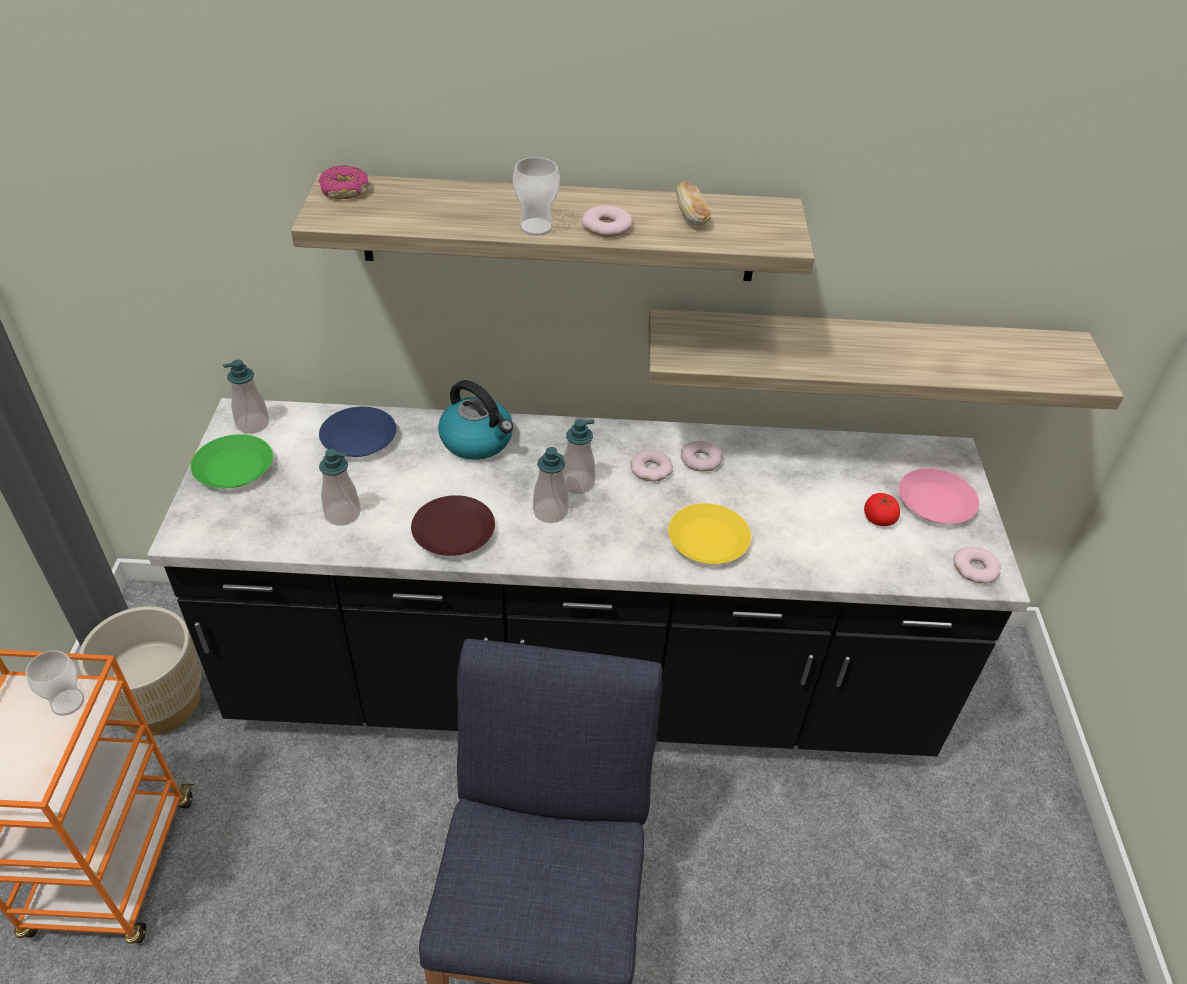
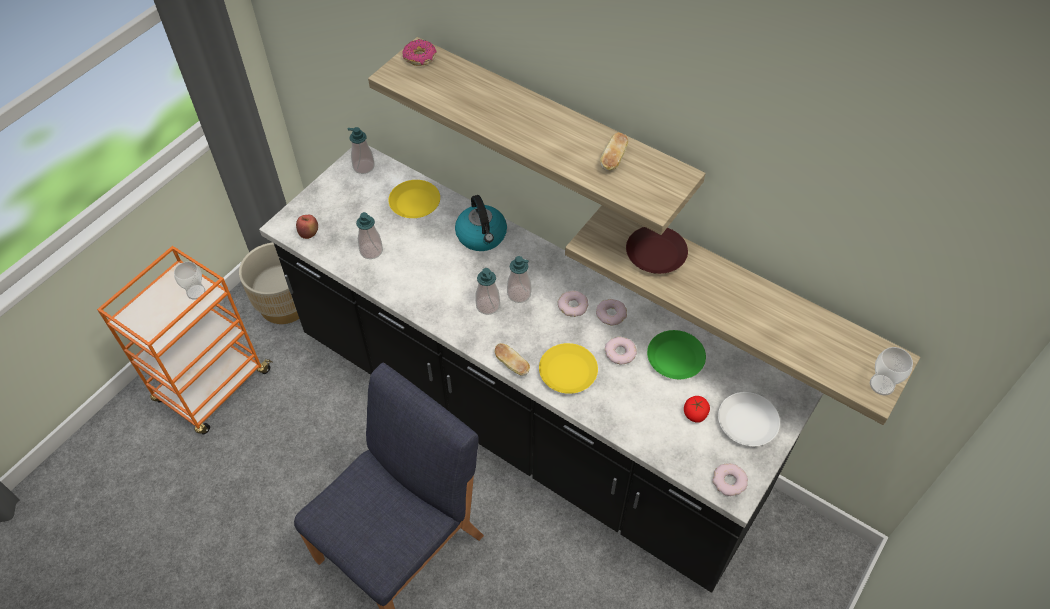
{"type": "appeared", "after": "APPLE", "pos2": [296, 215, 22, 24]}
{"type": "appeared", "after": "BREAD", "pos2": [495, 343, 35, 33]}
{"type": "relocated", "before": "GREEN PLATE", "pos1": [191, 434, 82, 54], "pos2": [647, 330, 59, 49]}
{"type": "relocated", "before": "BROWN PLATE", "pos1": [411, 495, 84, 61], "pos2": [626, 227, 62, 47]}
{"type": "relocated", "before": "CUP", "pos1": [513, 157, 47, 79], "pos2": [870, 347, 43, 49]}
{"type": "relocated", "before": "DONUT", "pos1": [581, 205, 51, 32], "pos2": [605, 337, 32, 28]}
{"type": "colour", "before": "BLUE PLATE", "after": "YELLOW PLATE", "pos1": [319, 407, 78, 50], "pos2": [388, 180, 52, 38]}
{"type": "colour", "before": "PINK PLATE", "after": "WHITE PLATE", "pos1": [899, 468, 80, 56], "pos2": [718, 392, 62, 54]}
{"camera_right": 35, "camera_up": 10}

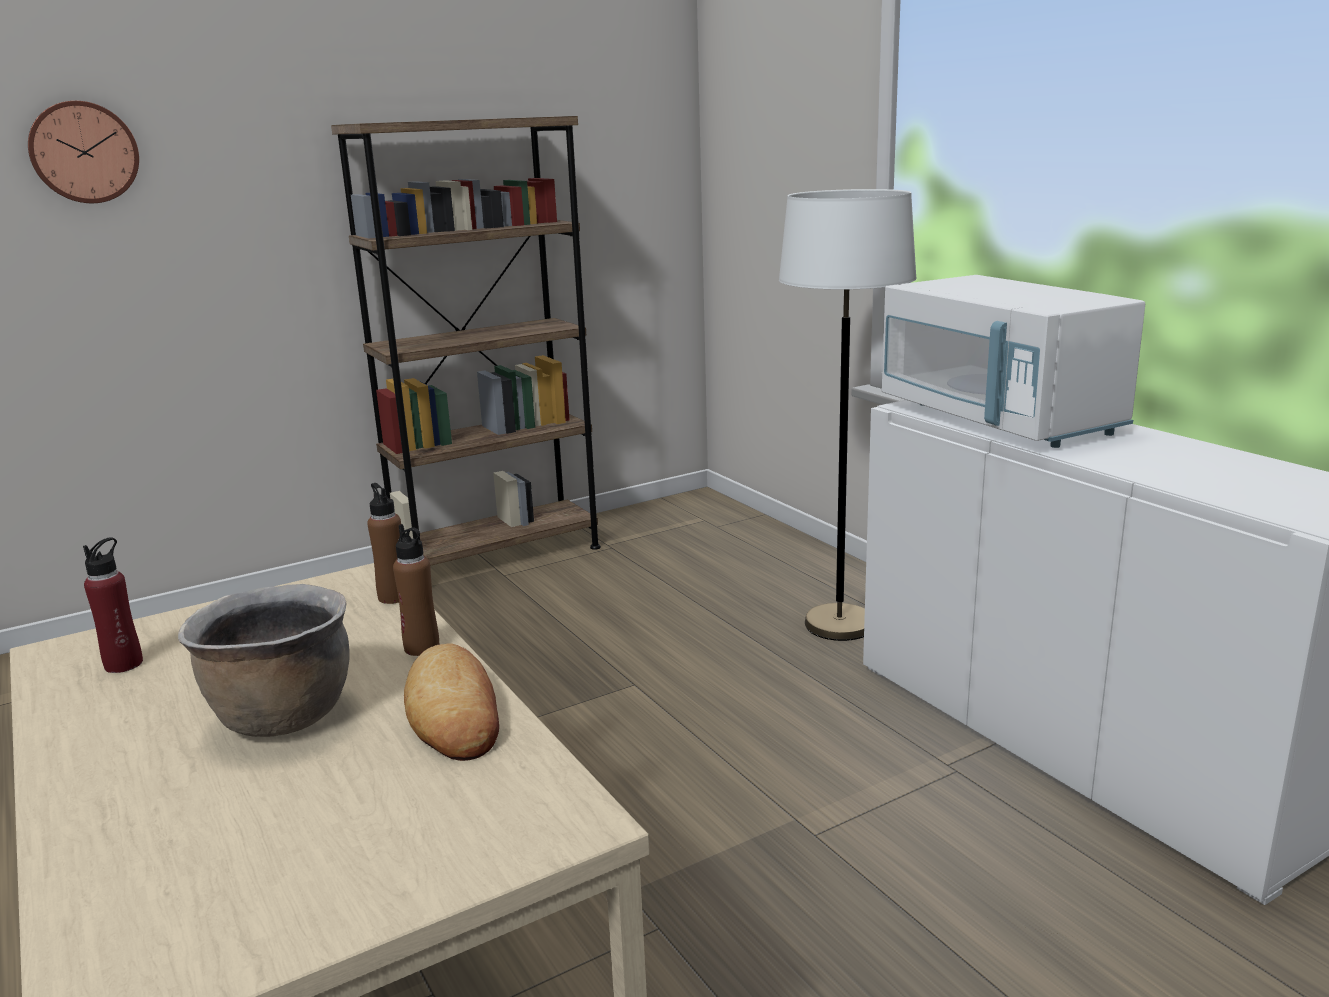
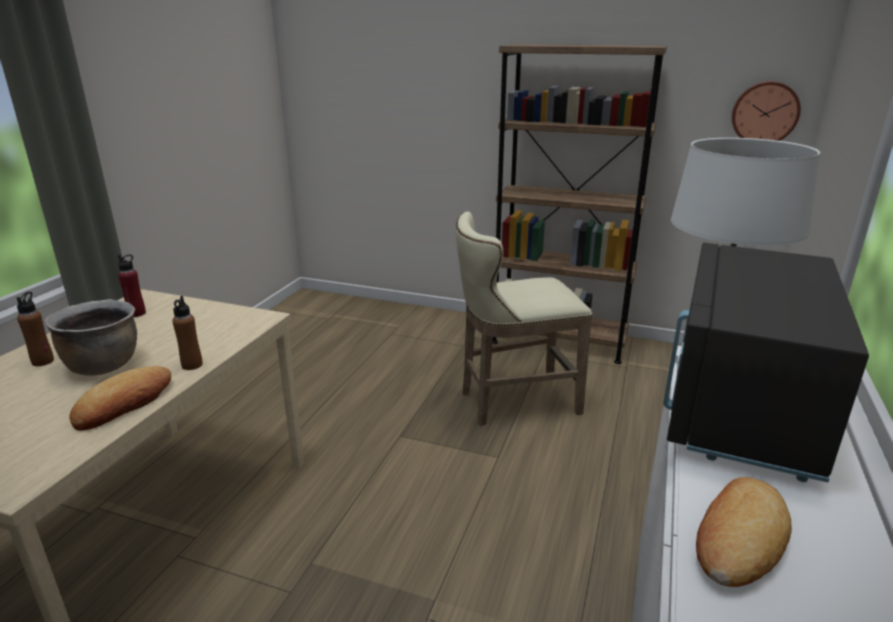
{"type": "appeared", "after": "BEIGE STOOL", "pos2": [456, 211, 137, 215]}
{"type": "appeared", "after": "BREAD", "pos2": [696, 477, 96, 110]}
{"type": "relocated", "before": "WALL CLOCK", "pos1": [28, 101, 111, 102], "pos2": [732, 81, 69, 60]}
{"type": "relocated", "before": "BROWN BOTTLE", "pos1": [367, 483, 34, 121], "pos2": [17, 292, 37, 74]}
{"type": "colour", "before": "WHITE MICROWAVE", "after": "BLACK MICROWAVE", "pos1": [882, 275, 263, 173], "pos2": [664, 243, 205, 239]}
{"camera_right": 50, "camera_up": 5}

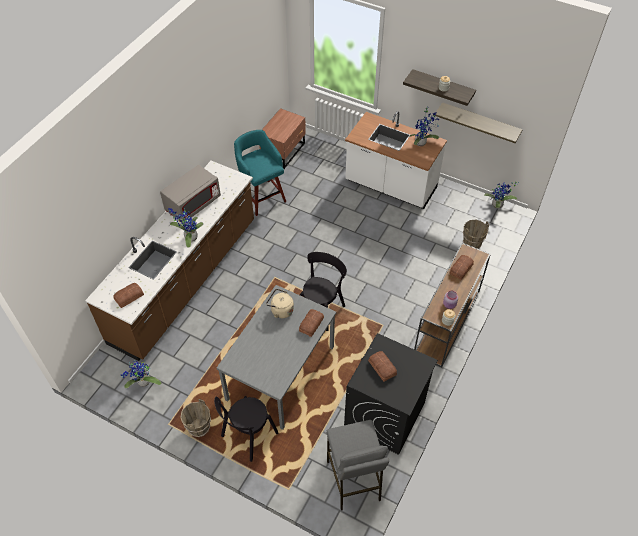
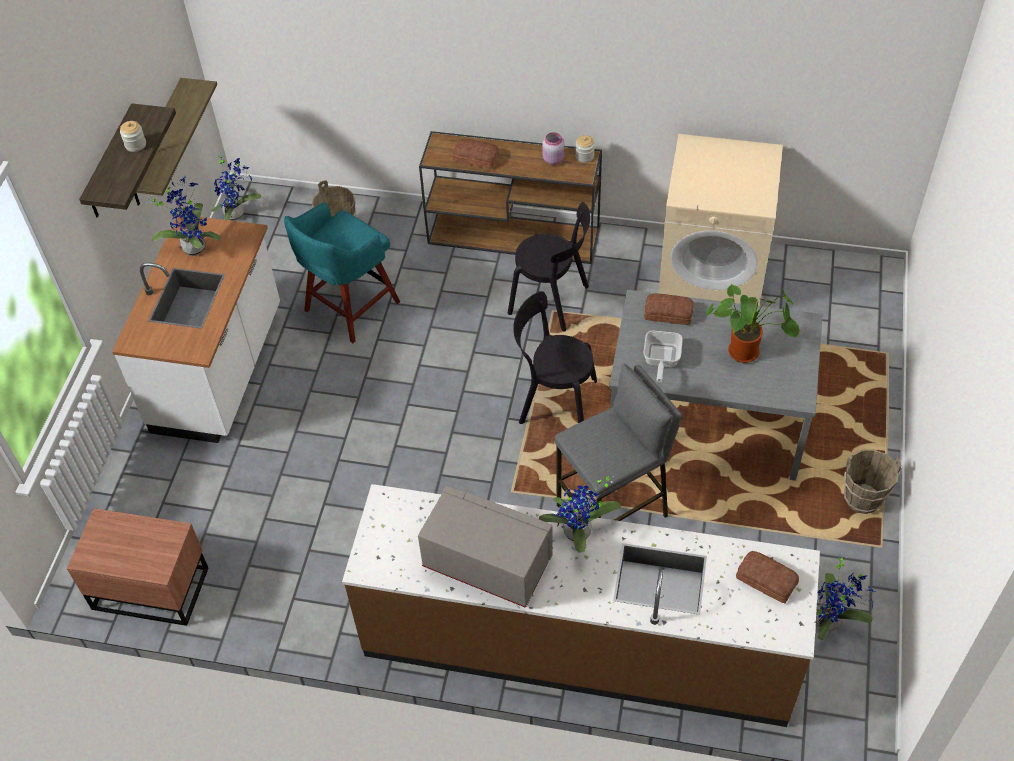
{"type": "missing", "before": "BREAD", "pos1": [368, 351, 29, 31]}
{"type": "appeared", "after": "POTTED PLANT", "pos2": [706, 284, 94, 79]}
{"type": "relocated", "before": "BLACK CHAIR", "pos1": [214, 396, 64, 66], "pos2": [508, 202, 82, 130]}
{"type": "relocated", "before": "TURQUOISE STOOL", "pos1": [234, 130, 52, 86], "pos2": [284, 203, 116, 140]}
{"type": "relocated", "before": "GREY STOOL", "pos1": [327, 420, 62, 91], "pos2": [554, 364, 128, 157]}
{"type": "exchanged", "before": "BEIGE KETTLE", "after": "FRYING PAN", "pos1": [266, 289, 28, 29], "pos2": [643, 331, 40, 53]}
{"type": "colour", "before": "BLACK WASHING MACHINE", "after": "BEIGE WASHING MACHINE", "pos1": [344, 333, 94, 122], "pos2": [658, 134, 125, 172]}
{"camera_right": -105, "camera_up": 0}

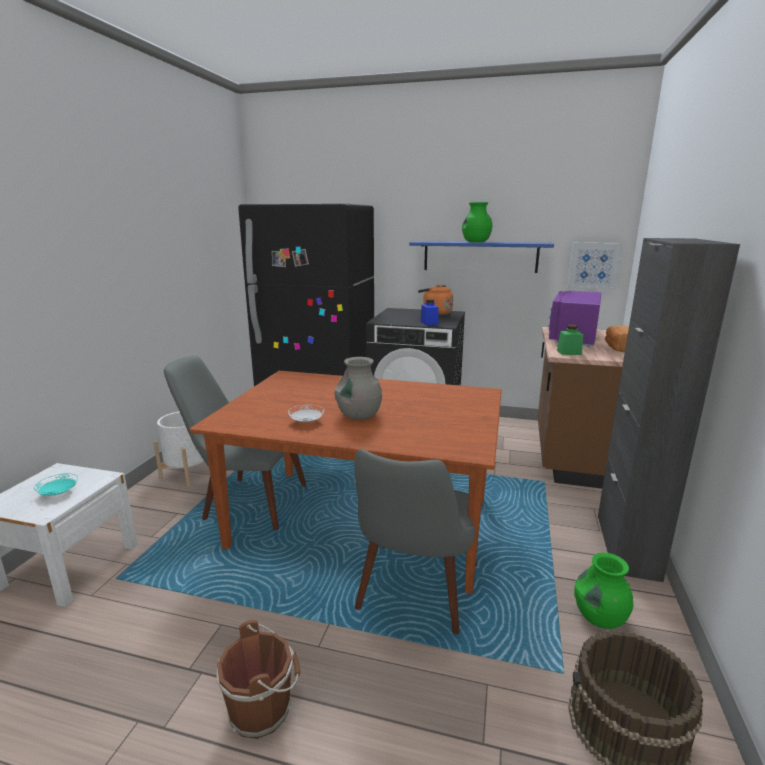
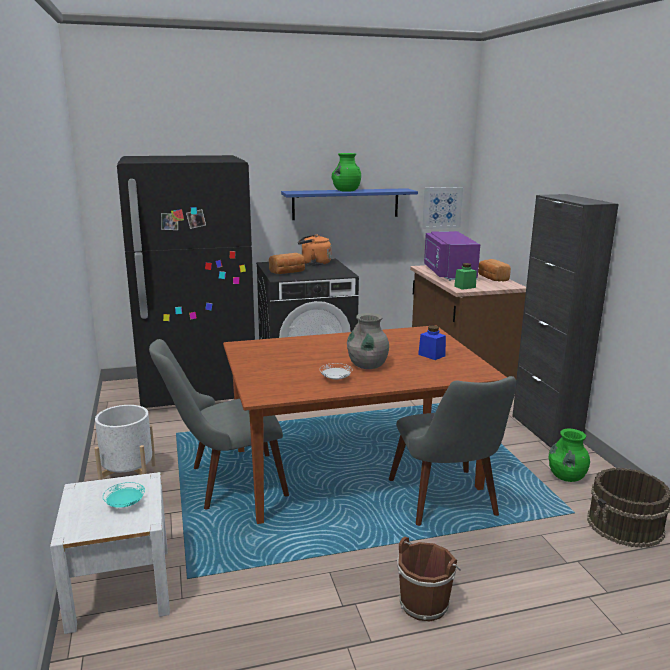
{"type": "appeared", "after": "BREAD", "pos2": [269, 253, 36, 21]}
{"type": "relocated", "before": "BLUE JAR", "pos1": [421, 299, 18, 26], "pos2": [418, 326, 28, 34]}
{"camera_right": -30, "camera_up": 0}

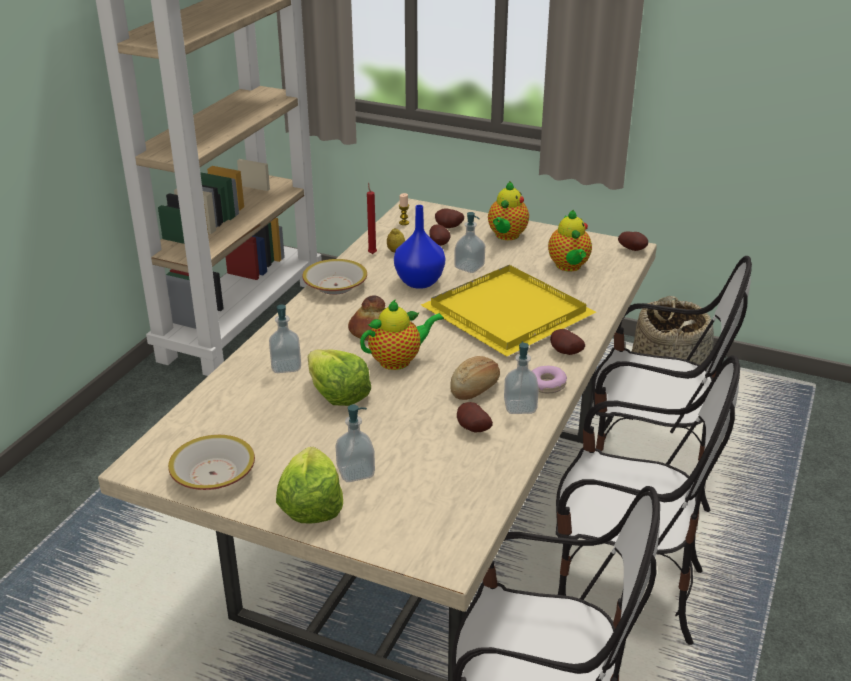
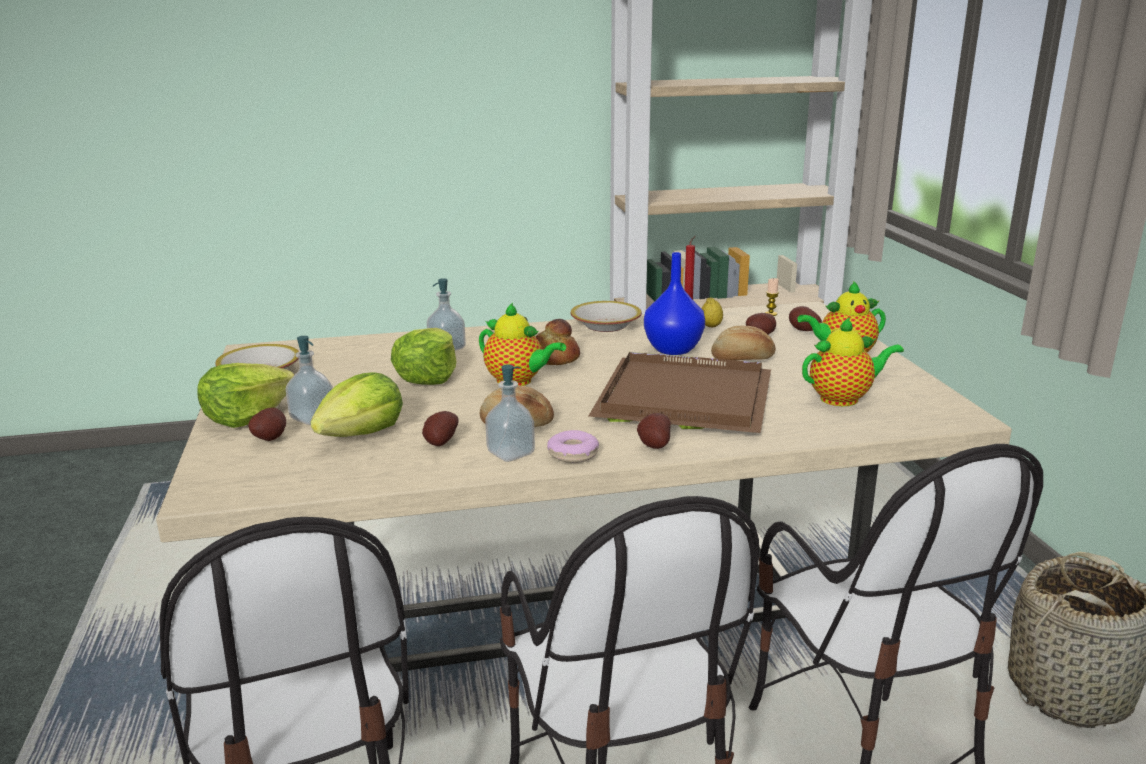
{"type": "appeared", "after": "LETTUCE", "pos2": [310, 372, 93, 65]}
{"type": "relocated", "before": "POTATO", "pos1": [618, 231, 30, 20], "pos2": [248, 408, 38, 33]}
{"type": "exchanged", "before": "SOAP DISPENSER", "after": "BREAD", "pos1": [454, 212, 31, 61], "pos2": [711, 326, 65, 34]}
{"type": "colour", "before": "YELLOW TRAY", "after": "BROWN TRAY", "pos1": [421, 265, 175, 92], "pos2": [589, 352, 182, 81]}
{"type": "spun", "before": "TEAPOT", "pos1": [548, 210, 44, 61], "pos2": [802, 317, 102, 89], "turn": -150}
{"camera_right": 55, "camera_up": -10}

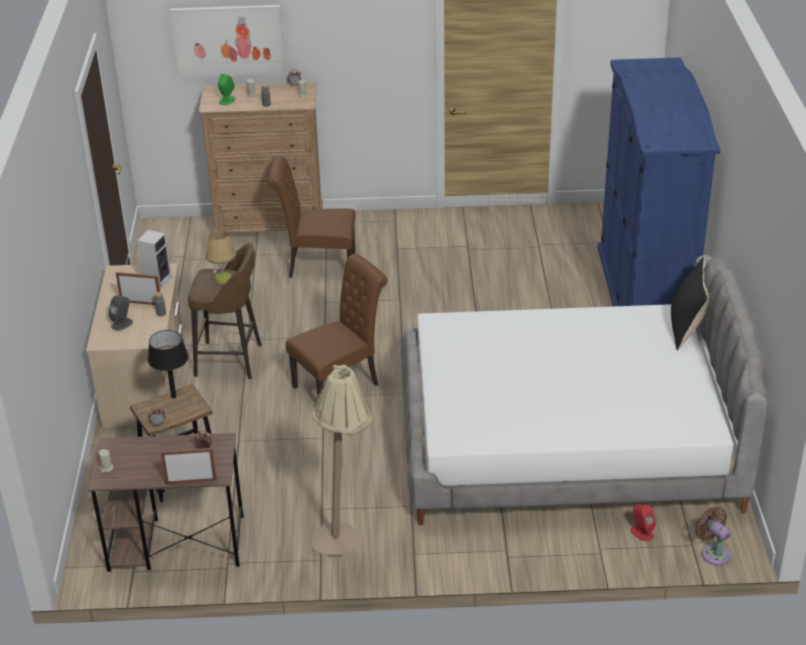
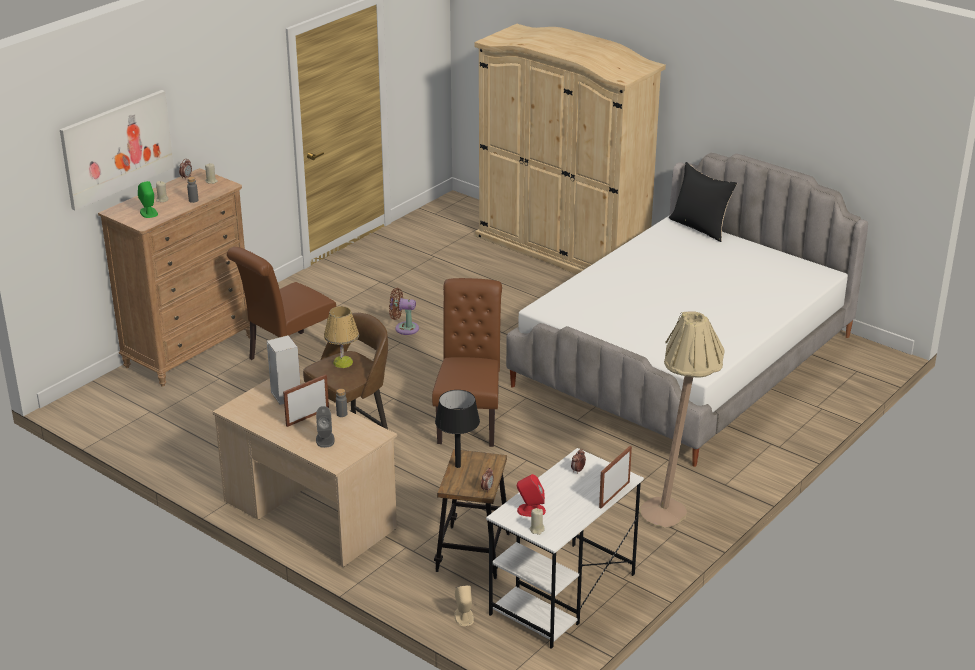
{"type": "relocated", "before": "RED SPEAKER", "pos1": [631, 504, 25, 37], "pos2": [517, 474, 29, 43]}
{"type": "relocated", "before": "BROWN FAN", "pos1": [695, 507, 36, 59], "pos2": [389, 288, 30, 47]}
{"type": "colour", "before": "BROWN DESK", "after": "WHITE DESK", "pos1": [88, 433, 156, 139], "pos2": [486, 448, 158, 201]}
{"type": "colour", "before": "BLUE WARDROBE", "after": "BEIGE WARDROBE", "pos1": [597, 57, 124, 249], "pos2": [474, 24, 192, 251]}
{"camera_right": -50, "camera_up": -5}

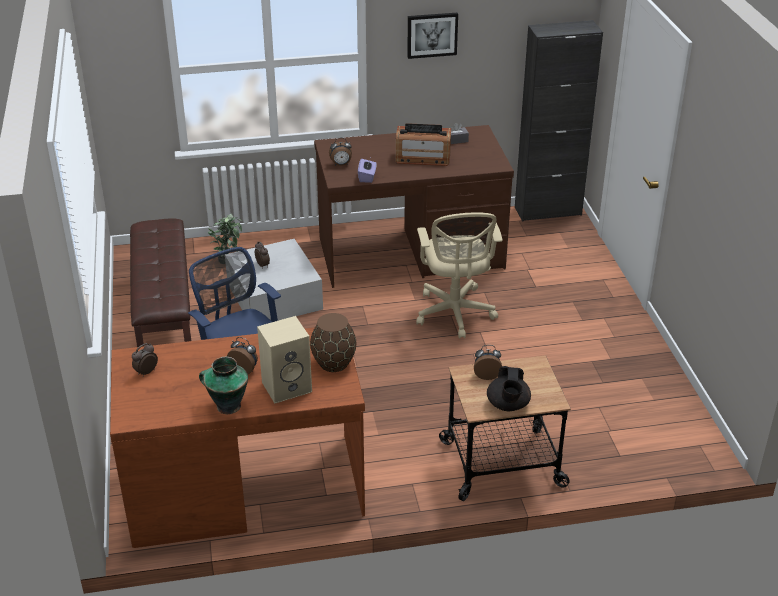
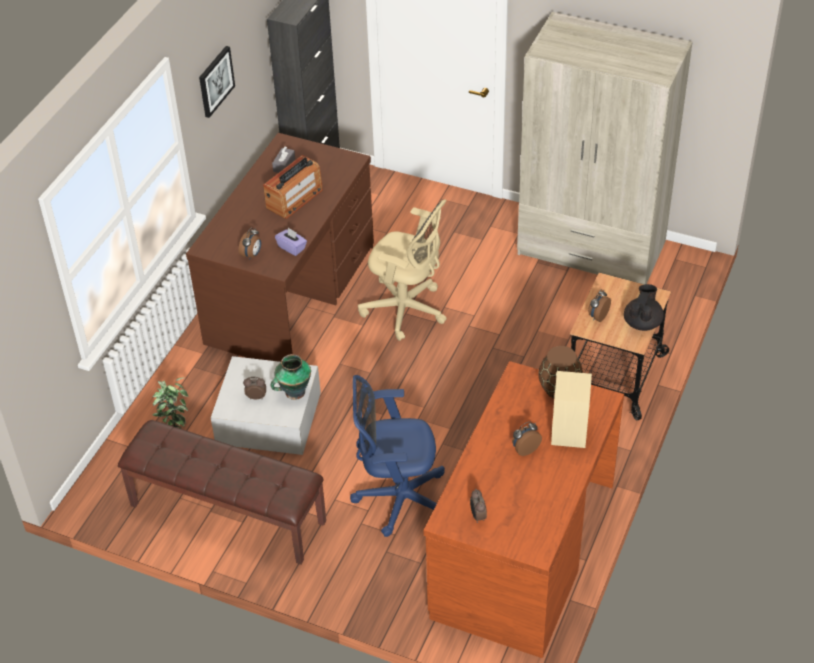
{"type": "appeared", "after": "BEIGE WARDROBE", "pos2": [517, 12, 175, 272]}
{"type": "relocated", "before": "VASE", "pos1": [199, 357, 49, 57], "pos2": [271, 354, 40, 46]}
{"type": "spun", "before": "BLACK TEAPOT", "pos1": [487, 366, 44, 45], "pos2": [624, 284, 40, 47], "turn": -105}
{"camera_right": -55, "camera_up": 10}

